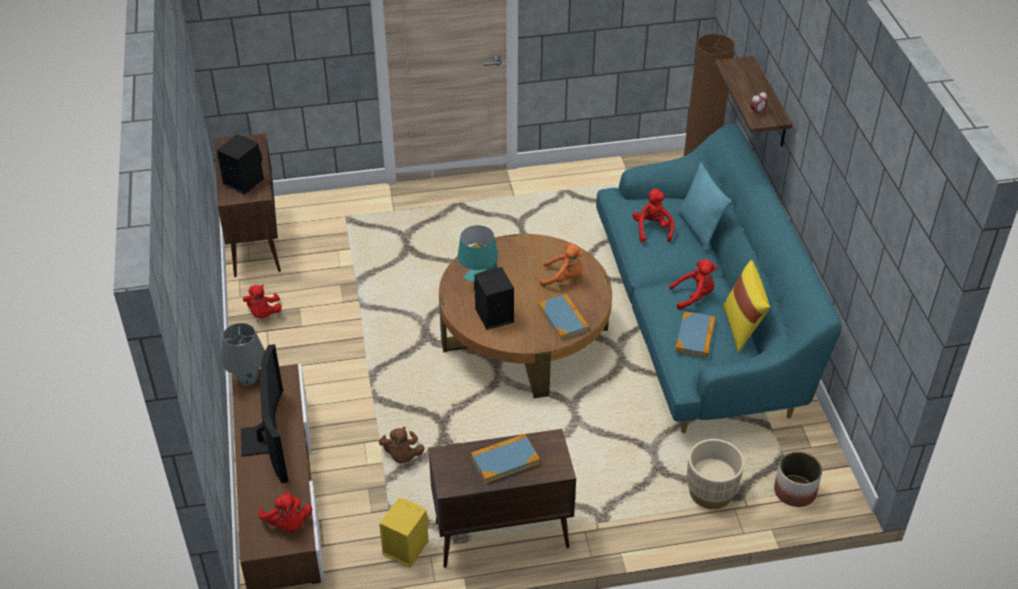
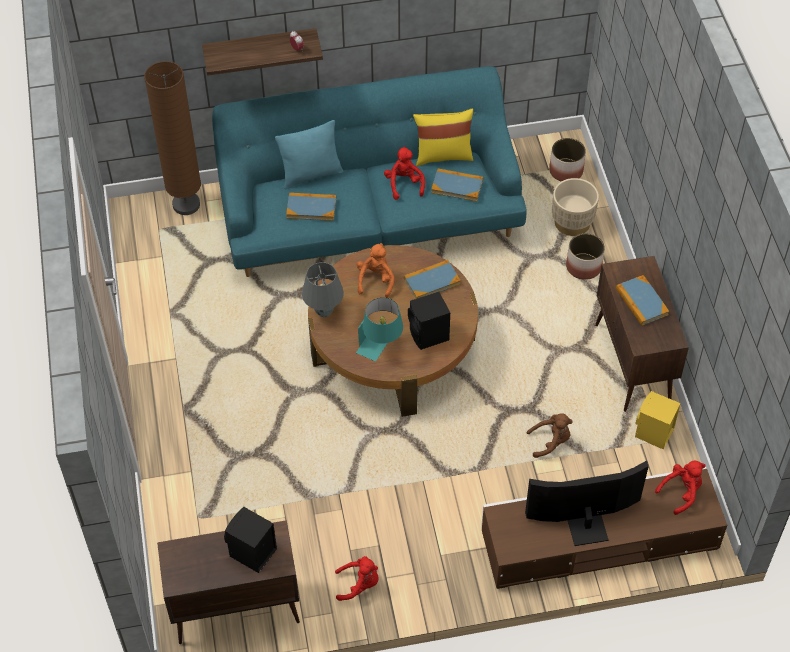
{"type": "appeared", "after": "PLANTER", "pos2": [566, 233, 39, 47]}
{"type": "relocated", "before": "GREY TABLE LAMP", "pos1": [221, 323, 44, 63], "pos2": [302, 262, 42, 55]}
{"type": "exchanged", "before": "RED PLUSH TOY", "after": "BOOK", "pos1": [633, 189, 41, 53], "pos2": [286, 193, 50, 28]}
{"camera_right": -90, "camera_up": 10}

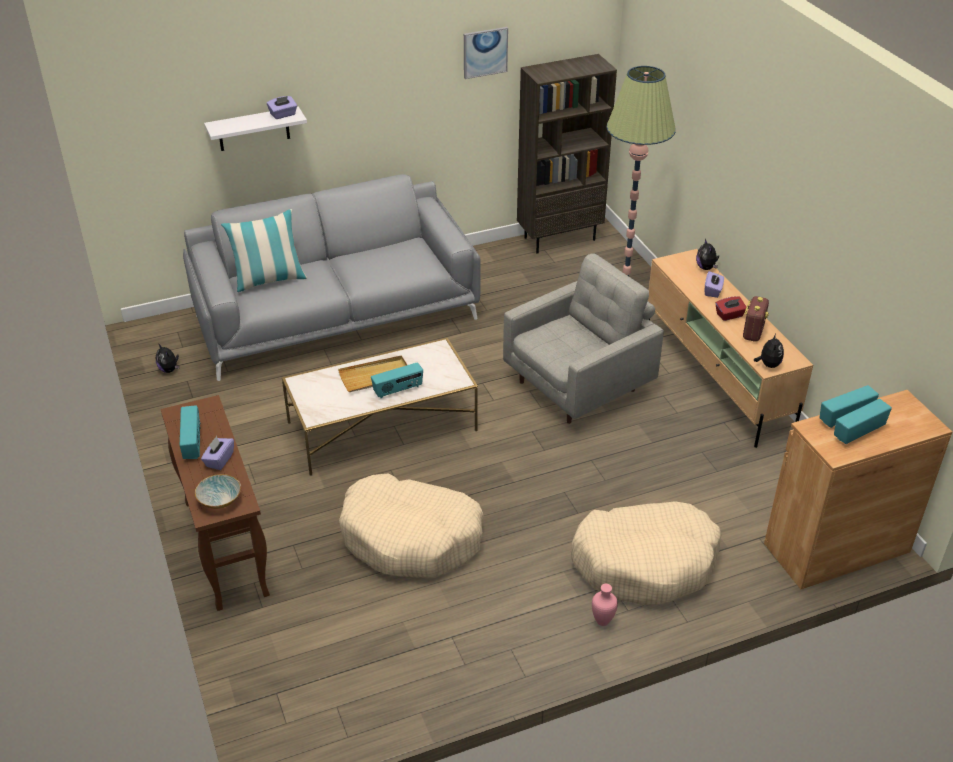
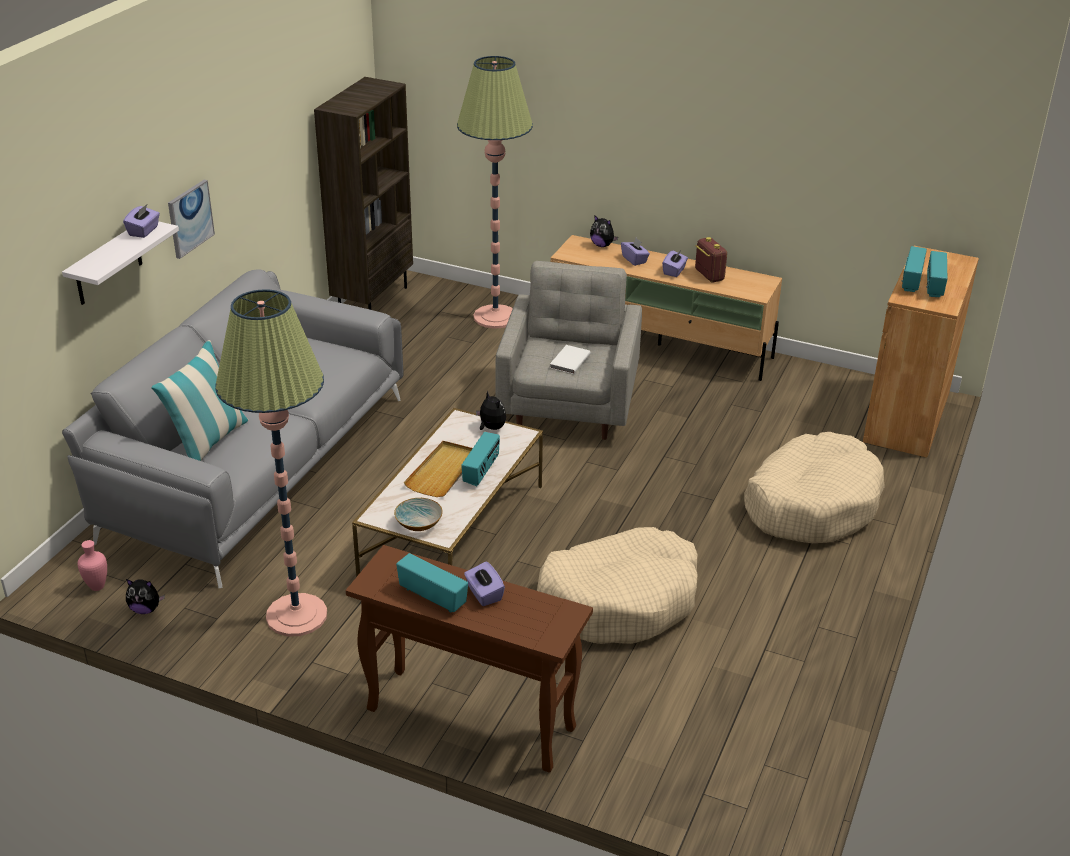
{"type": "appeared", "after": "FLOOR LAMP", "pos2": [215, 289, 112, 348]}
{"type": "appeared", "after": "WHITE BOOK", "pos2": [550, 345, 41, 29]}
{"type": "relocated", "before": "BOWL", "pos1": [195, 474, 46, 35], "pos2": [394, 498, 49, 33]}
{"type": "relocated", "before": "PICTURE", "pos1": [464, 27, 44, 52], "pos2": [168, 180, 47, 79]}
{"type": "relocated", "before": "PINK VASE", "pos1": [592, 584, 26, 42], "pos2": [78, 540, 29, 51]}
{"type": "relocated", "before": "PLUSH TOY", "pos1": [754, 334, 30, 34], "pos2": [476, 390, 30, 40]}
{"type": "colour", "before": "RED TISSUE BOX", "after": "PURPLE TISSUE BOX", "pos1": [716, 296, 30, 25], "pos2": [662, 251, 26, 26]}
{"camera_right": -45, "camera_up": -5}

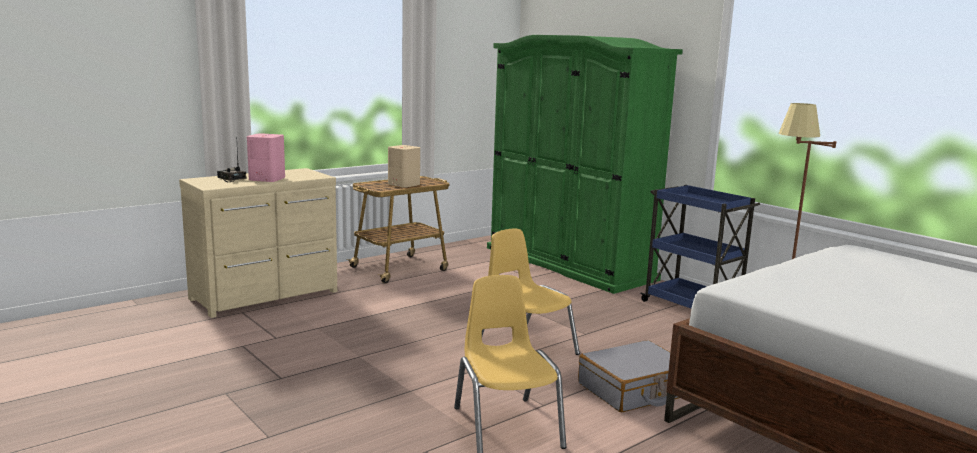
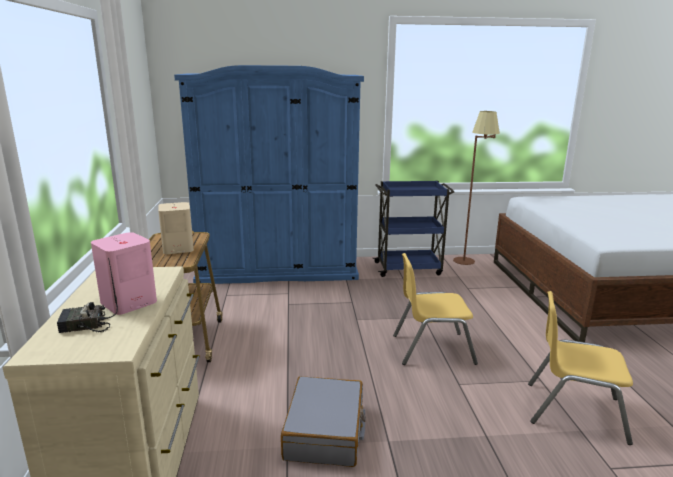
{"type": "relocated", "before": "GREY SUITCASE", "pos1": [578, 340, 101, 72], "pos2": [281, 376, 85, 91]}
{"type": "colour", "before": "GREEN WARDROBE", "after": "BLUE WARDROBE", "pos1": [487, 35, 196, 259], "pos2": [174, 65, 190, 219]}
{"camera_right": -55, "camera_up": 5}

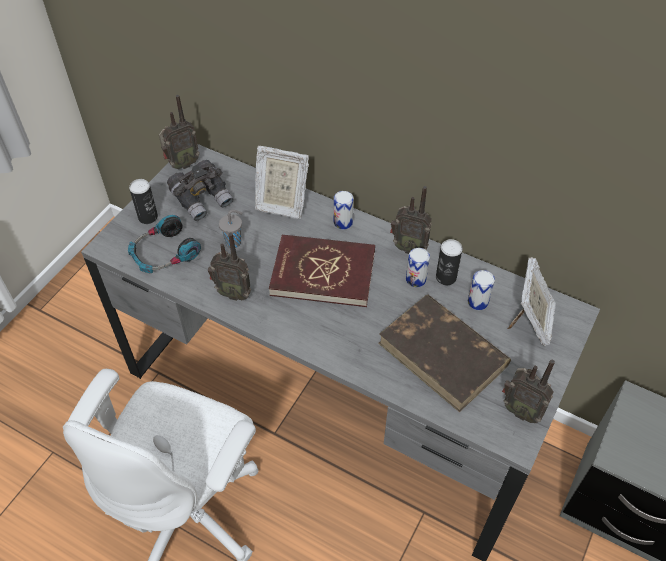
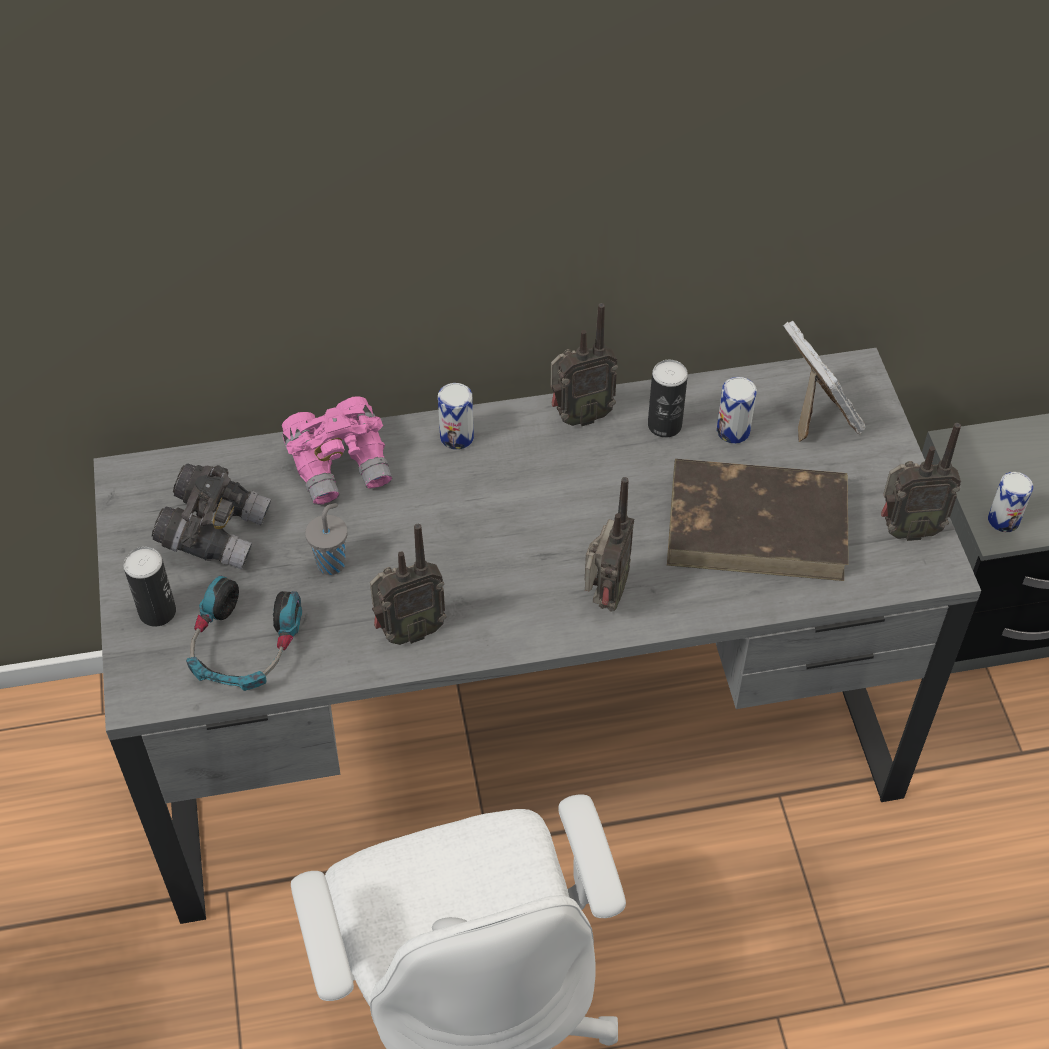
{"type": "missing", "before": "RED BOOK", "pos1": [269, 235, 106, 72]}
{"type": "relocated", "before": "RADIO", "pos1": [159, 95, 41, 74], "pos2": [585, 477, 49, 135]}
{"type": "relocated", "before": "CAN", "pos1": [406, 248, 24, 39], "pos2": [988, 472, 45, 60]}
{"type": "exchanged", "before": "PICTURE FRAME", "after": "PINK BINOCULARS", "pos1": [255, 146, 54, 73], "pos2": [282, 396, 110, 109]}
{"camera_right": -40, "camera_up": 0}

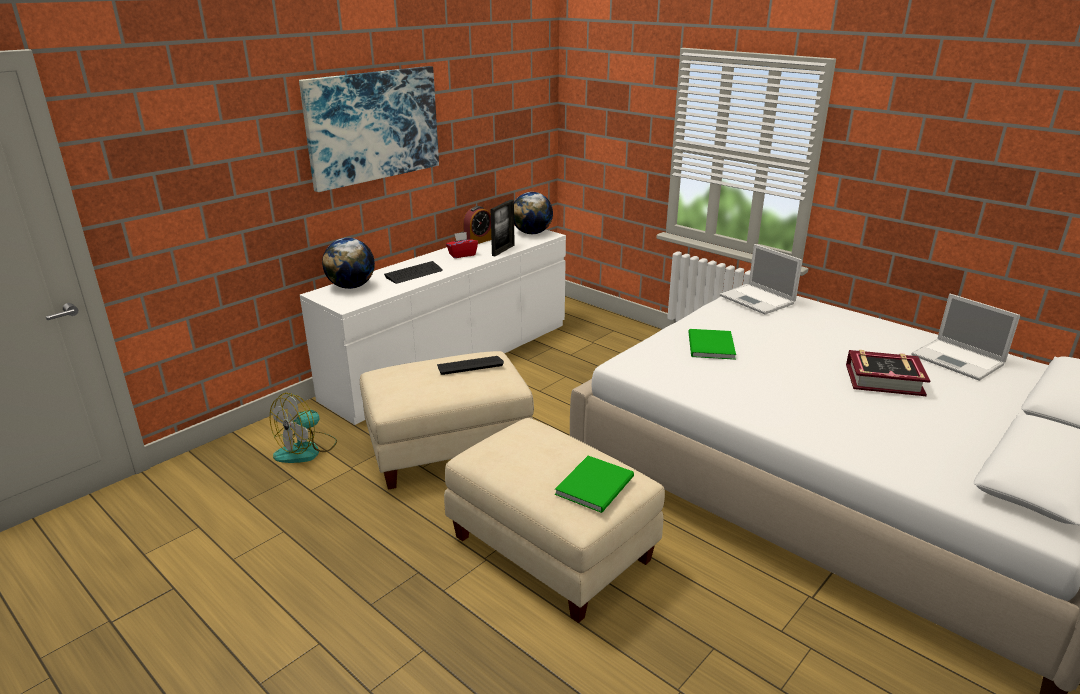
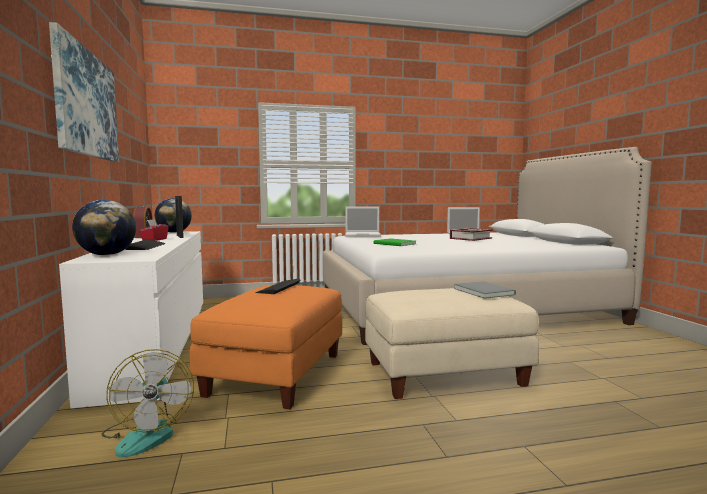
{"type": "colour", "before": "BEIGE OTTOMAN", "after": "ORANGE OTTOMAN", "pos1": [360, 351, 174, 139], "pos2": [189, 285, 153, 124]}
{"type": "colour", "before": "GREEN BOOK", "after": "GREY BOOK", "pos1": [555, 456, 79, 57], "pos2": [454, 281, 62, 18]}
{"camera_right": -55, "camera_up": -20}

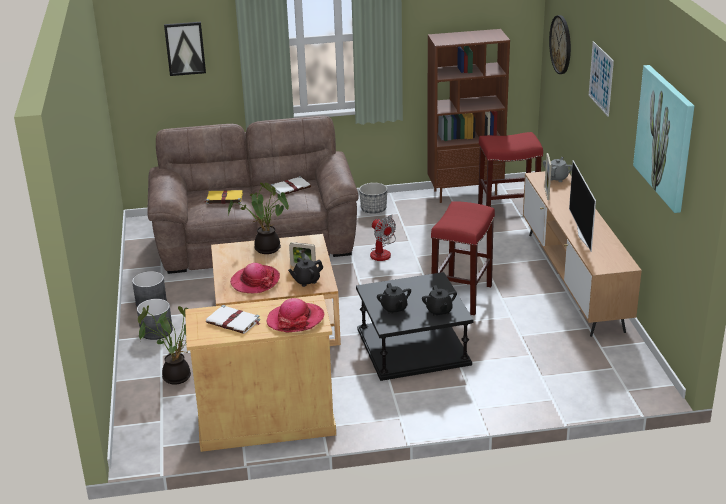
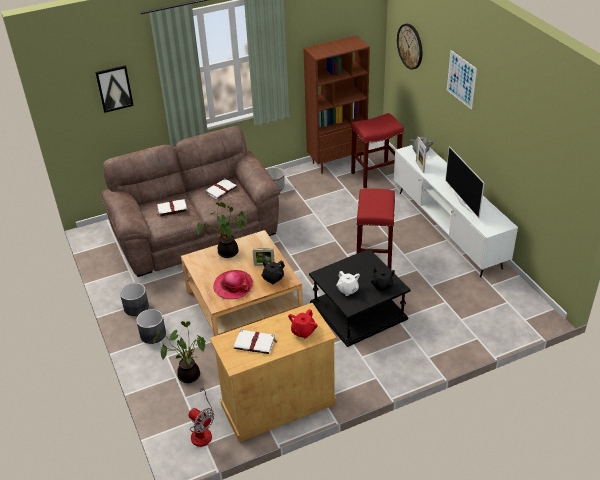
{"type": "missing", "before": "PICTURE", "pos1": [633, 65, 61, 148]}
{"type": "relocated", "before": "FAN", "pos1": [370, 215, 26, 46], "pos2": [189, 384, 25, 63]}
{"type": "exchanged", "before": "HAT", "after": "RED TEAPOT", "pos1": [266, 298, 58, 35], "pos2": [288, 309, 30, 30]}
{"type": "colour", "before": "YELLOW BOOK", "after": "WHITE BOOK", "pos1": [204, 190, 39, 14], "pos2": [157, 199, 31, 18]}
{"type": "colour", "before": "BLACK TEAPOT", "after": "WHITE TEAPOT", "pos1": [377, 283, 34, 31], "pos2": [336, 271, 24, 25]}
{"type": "colour", "before": "BROWN TV STAND", "after": "WHITE TV STAND", "pos1": [523, 171, 119, 166], "pos2": [394, 145, 124, 132]}
{"camera_right": -15, "camera_up": 10}

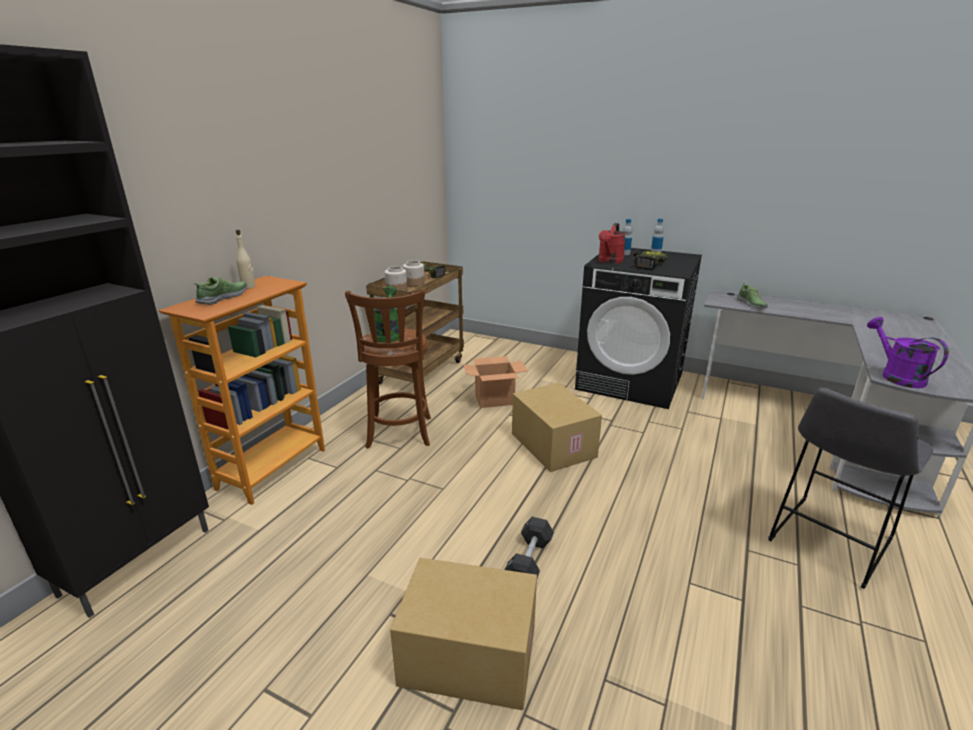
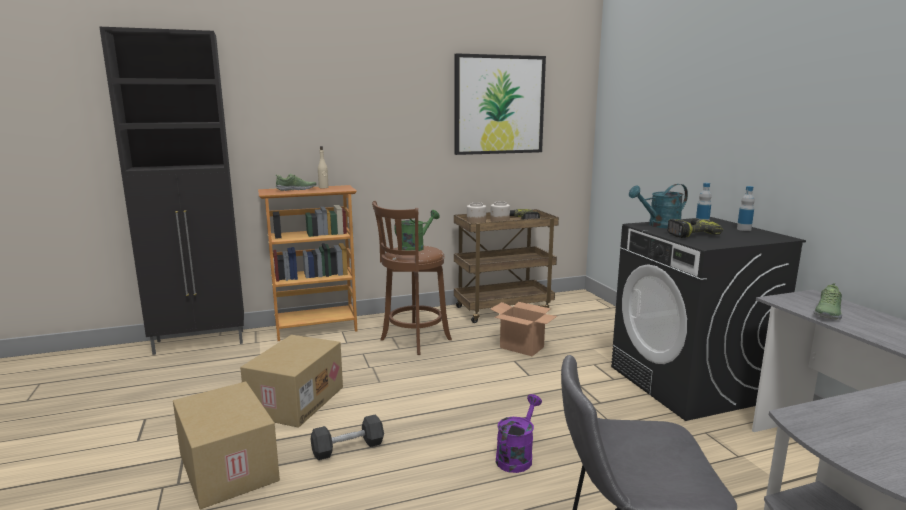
{"type": "appeared", "after": "PICTURE", "pos2": [455, 53, 91, 102]}
{"type": "relocated", "before": "CARDBOARD BOX", "pos1": [512, 383, 90, 89], "pos2": [240, 335, 103, 93]}
{"type": "relocated", "before": "PURPLE WATERING CAN", "pos1": [867, 317, 82, 71], "pos2": [496, 394, 46, 79]}
{"type": "colour", "before": "RED WATERING CAN", "after": "TURQUOISE WATERING CAN", "pos1": [598, 223, 28, 41], "pos2": [629, 184, 59, 44]}
{"camera_right": 45, "camera_up": -10}

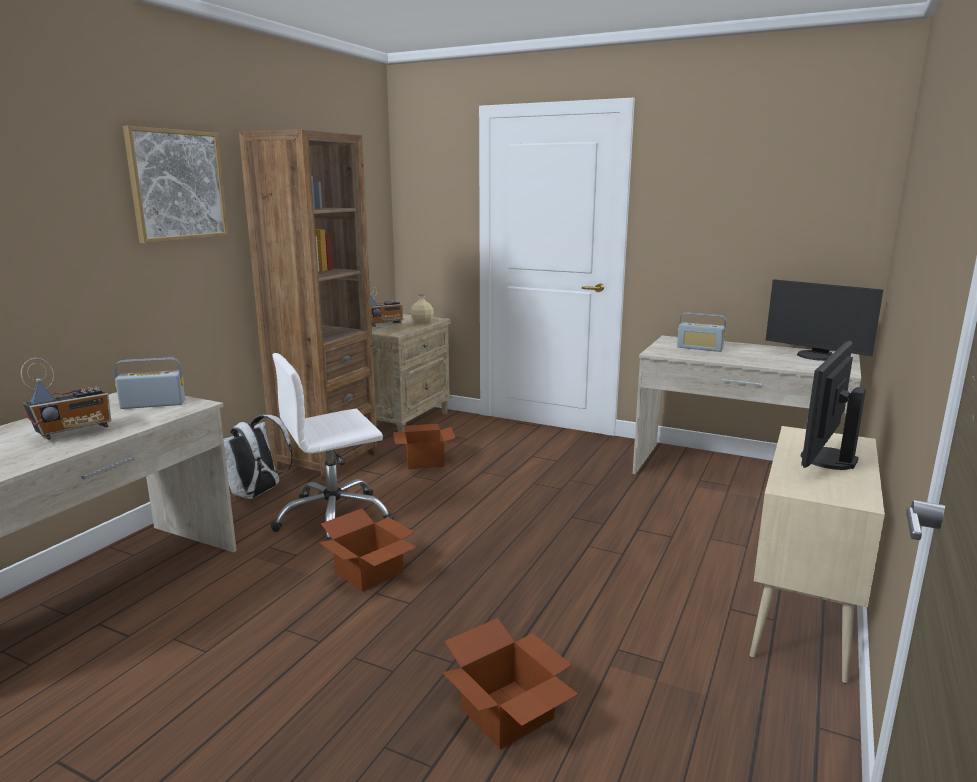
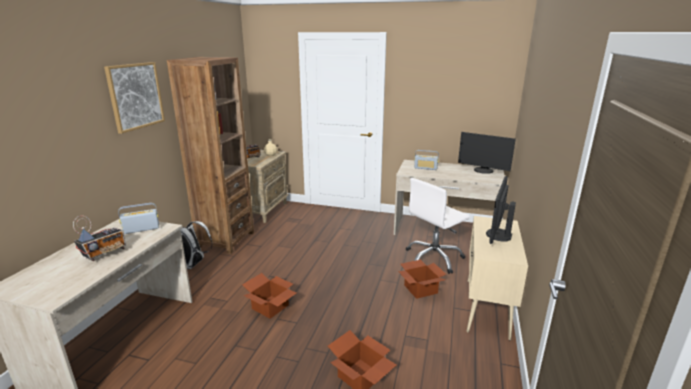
{"type": "relocated", "before": "WHITE OFFICE CHAIR", "pos1": [271, 353, 123, 188], "pos2": [406, 178, 64, 96]}
{"type": "relocated", "before": "CARDBOARD BOX", "pos1": [393, 424, 63, 45], "pos2": [398, 260, 48, 39]}
{"camera_right": -10, "camera_up": 5}

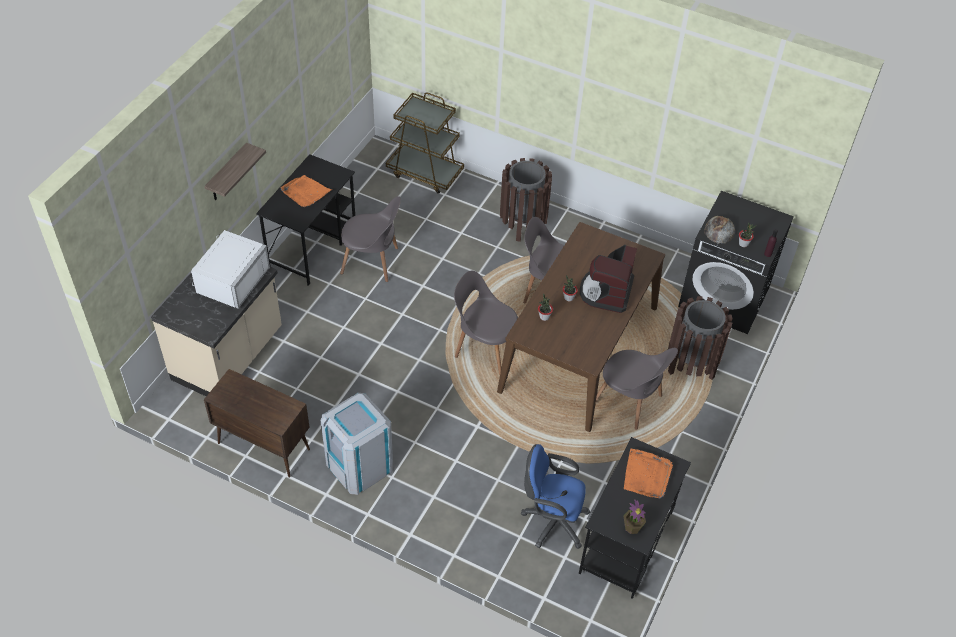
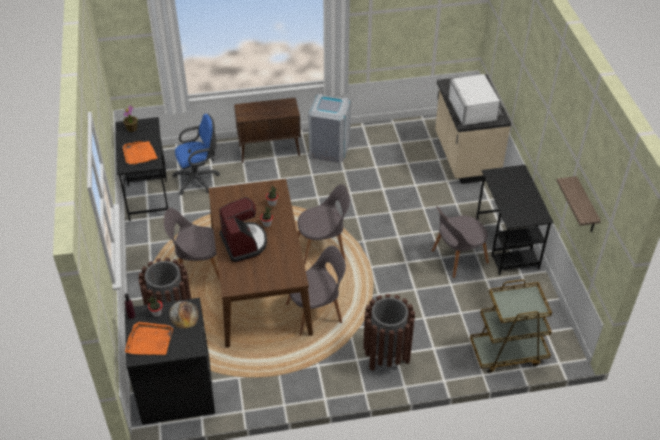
{"type": "relocated", "before": "SHELF", "pos1": [204, 143, 62, 57], "pos2": [557, 176, 44, 56]}
{"type": "relocated", "before": "BROWN CABINET", "pos1": [204, 369, 106, 109], "pos2": [234, 98, 67, 65]}
{"type": "relocated", "before": "ORANGE TRAY", "pos1": [281, 175, 51, 32], "pos2": [125, 322, 48, 33]}
{"camera_right": 145, "camera_up": -5}

